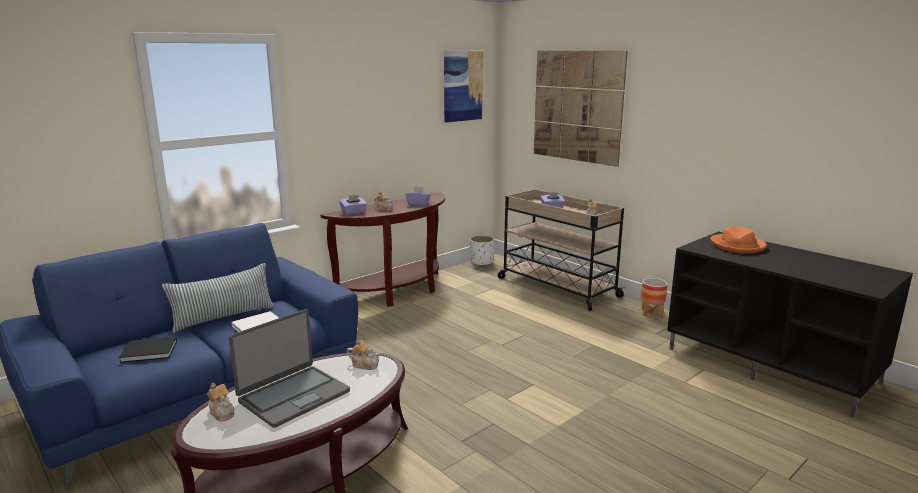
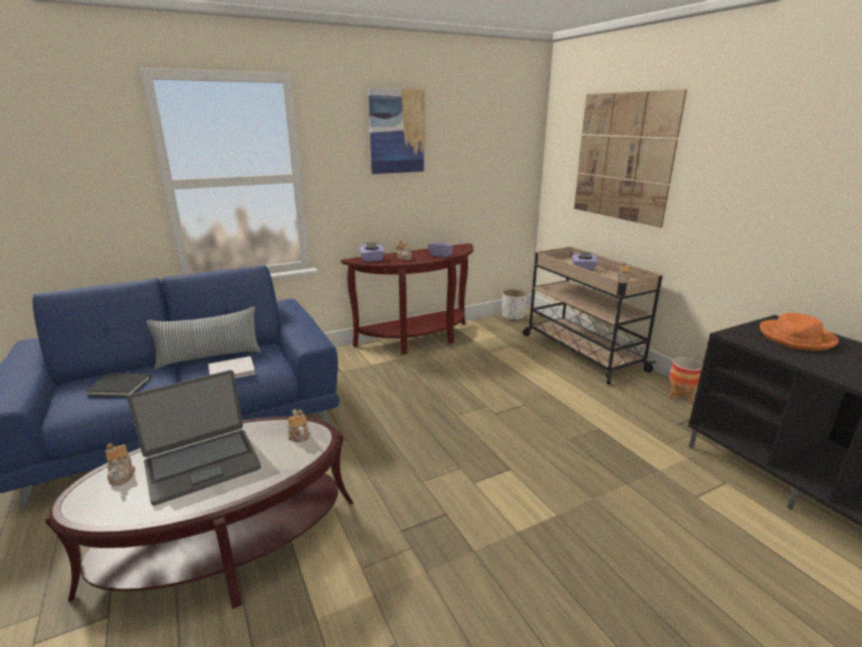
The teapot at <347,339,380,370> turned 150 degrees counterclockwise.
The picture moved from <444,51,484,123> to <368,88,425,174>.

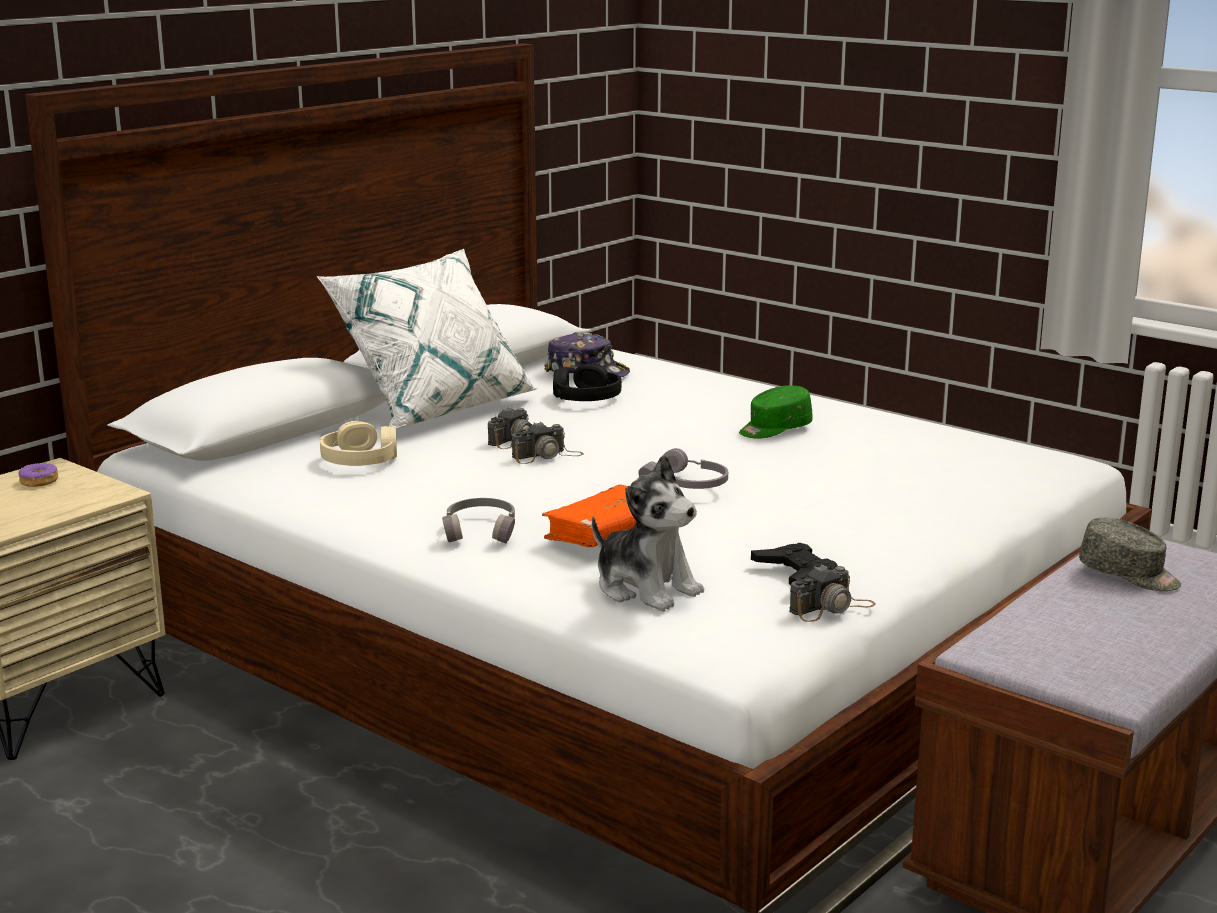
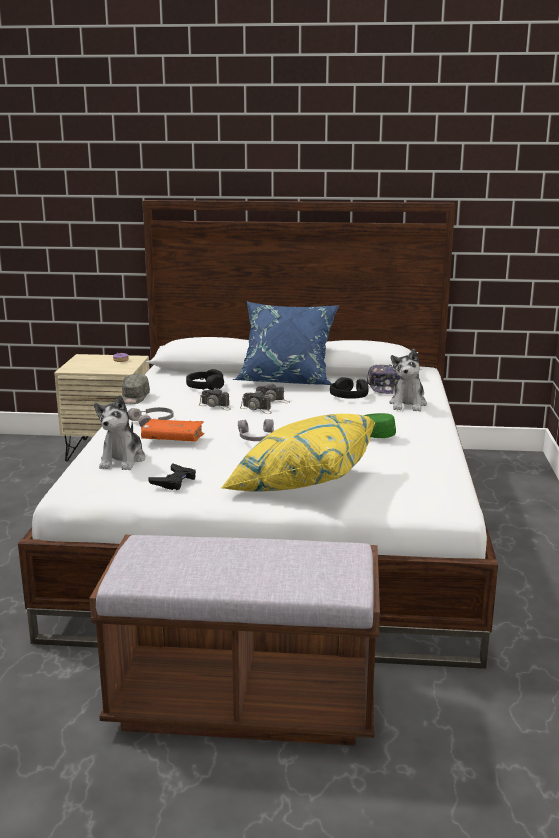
The throw pillow in whitish at <317,249,537,430> became the throw pillow in blue at <233,301,339,385>.
The headset in sand-coloured at <320,421,397,466> became the headset in black-coloured at <186,369,224,390>.
The still camera moved from <789,565,876,622> to <199,388,231,410>.
The cap in gray moved from <1079,517,1181,591> to <122,374,150,404>.
The throw pillow in yellow-coloured at <221,414,375,492> appeared.
The plush toy at <389,349,427,412> appeared.

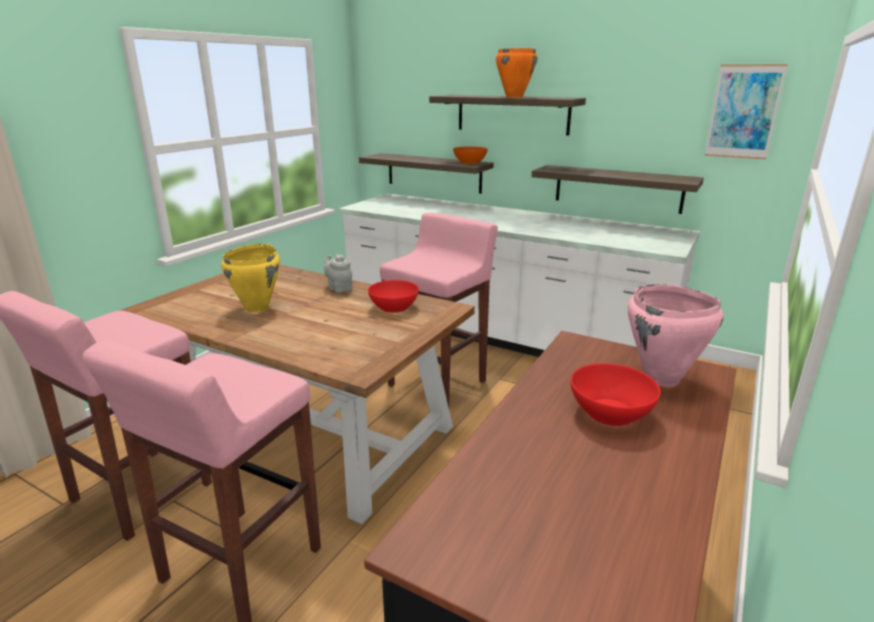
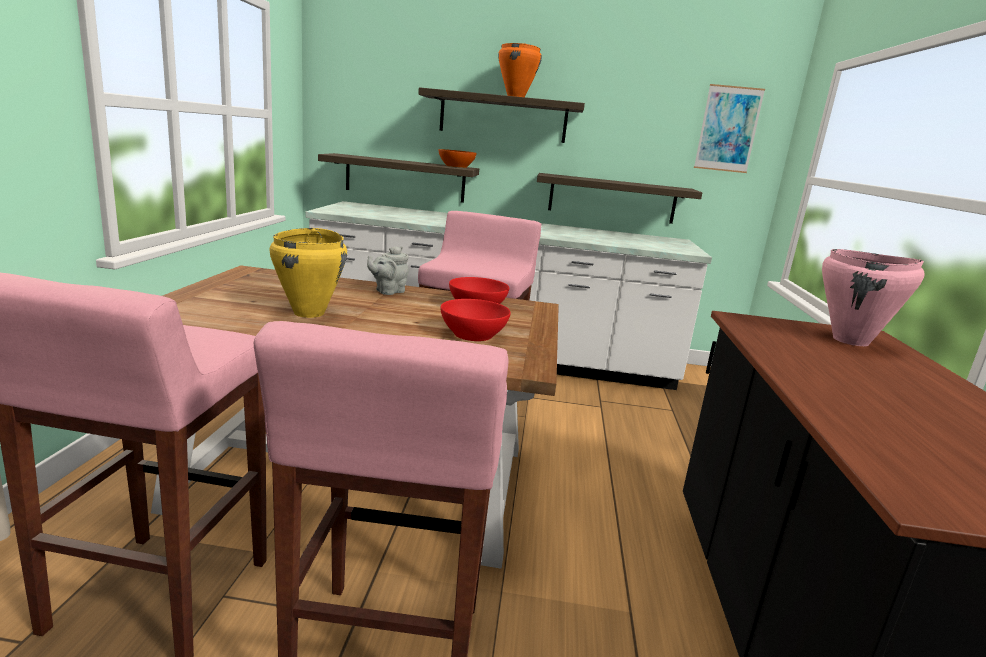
The teapot in gray at <324,254,353,293> turned 75 degrees counterclockwise.
The serving bowl in red moved from <571,363,660,426> to <441,299,511,341>.

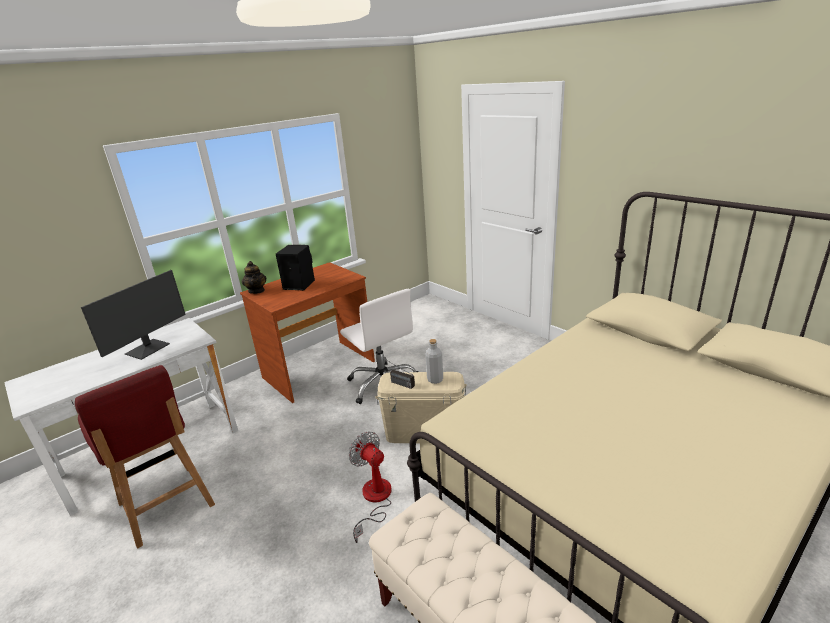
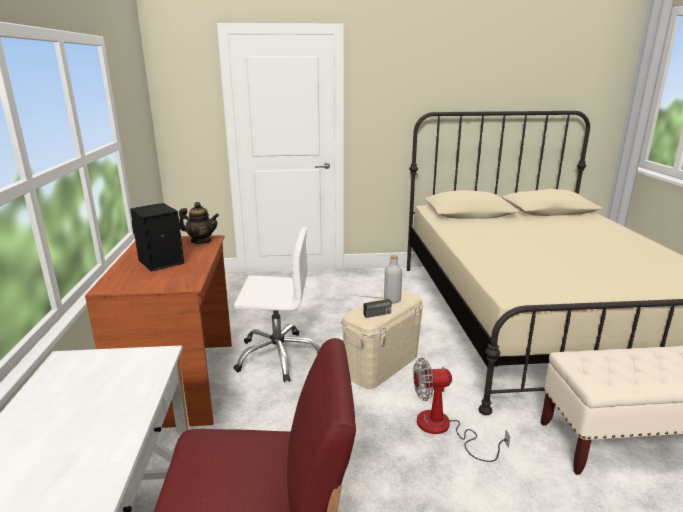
The monitor at <81,270,186,360> disappeared.
The teapot moved from <242,261,267,294> to <179,202,219,244>.

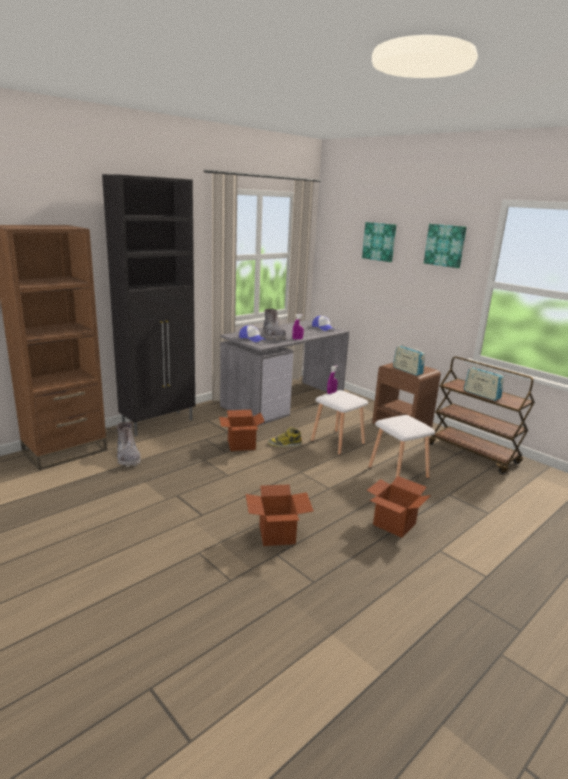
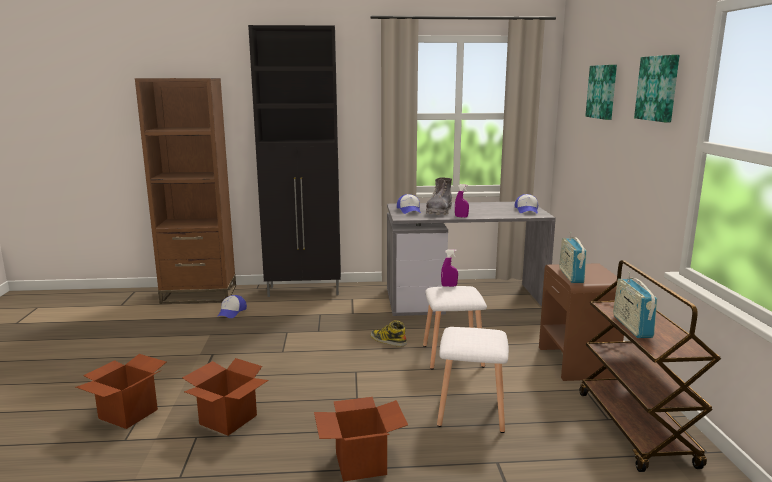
The high-top boot in gray at <117,422,141,467> was replaced by the cap at <217,295,247,318>.
The cardboard box moved from <219,410,265,451> to <76,354,166,429>.

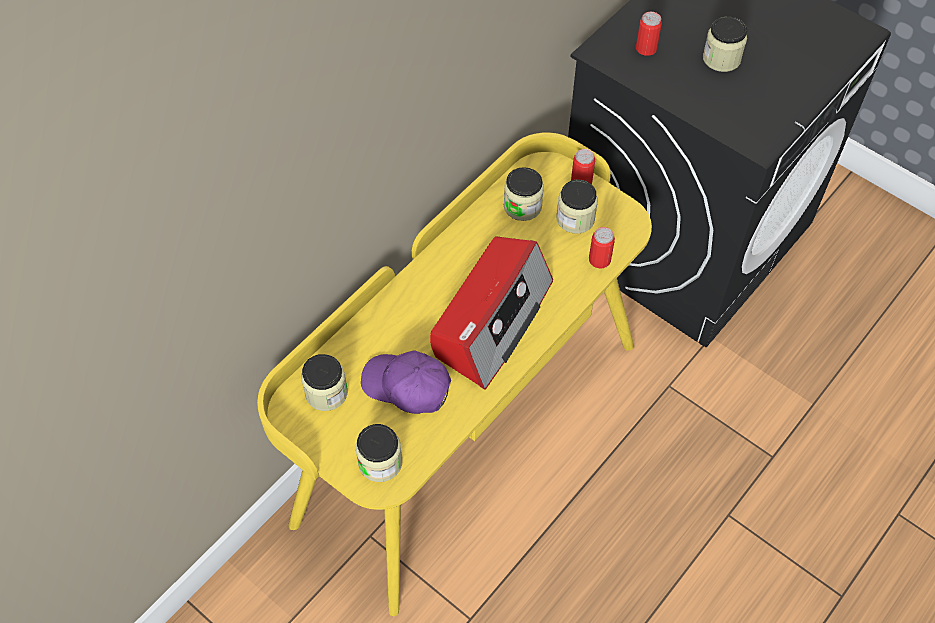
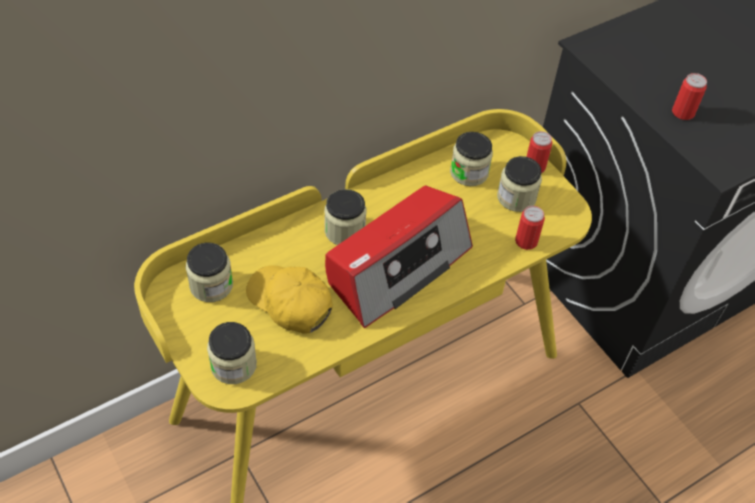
The cap in purple at <361,350,451,414> became the cap in yellow-coloured at <246,265,333,334>.
The metal can moved from <636,12,662,56> to <672,73,707,120>.
The storage jar moved from <703,17,747,72> to <324,189,367,245>.

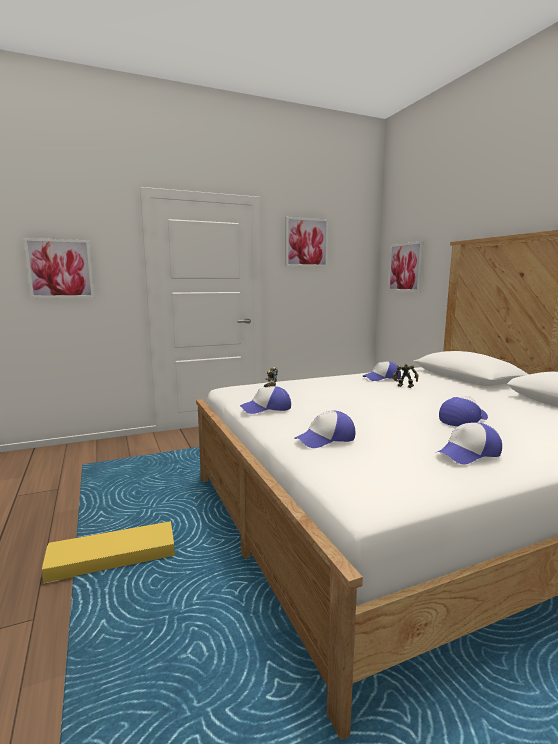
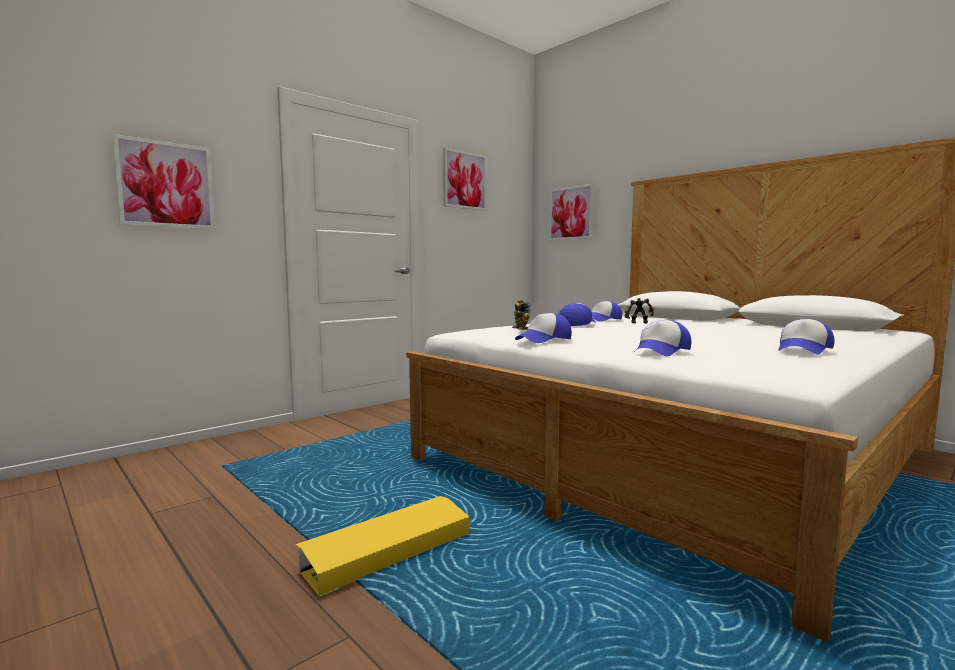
The cap moved from <439,396,488,426> to <559,303,596,326>.

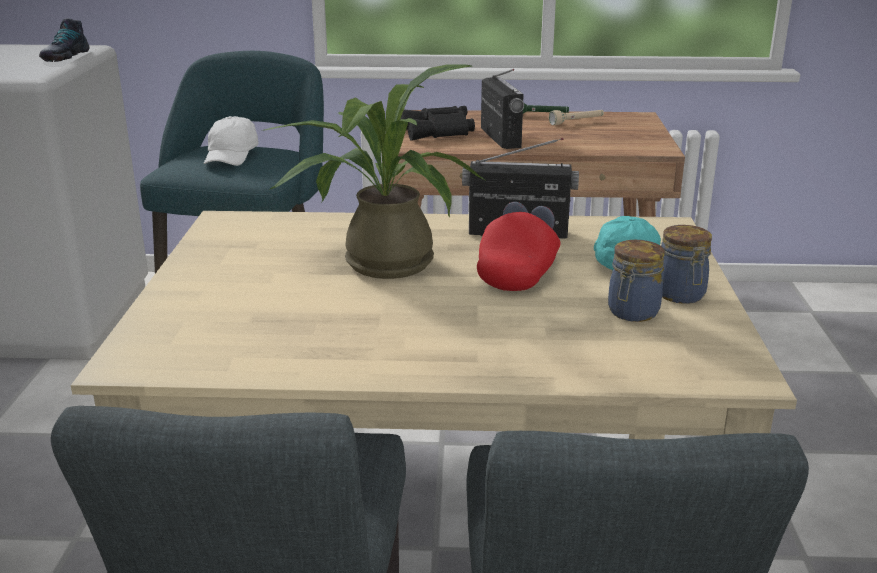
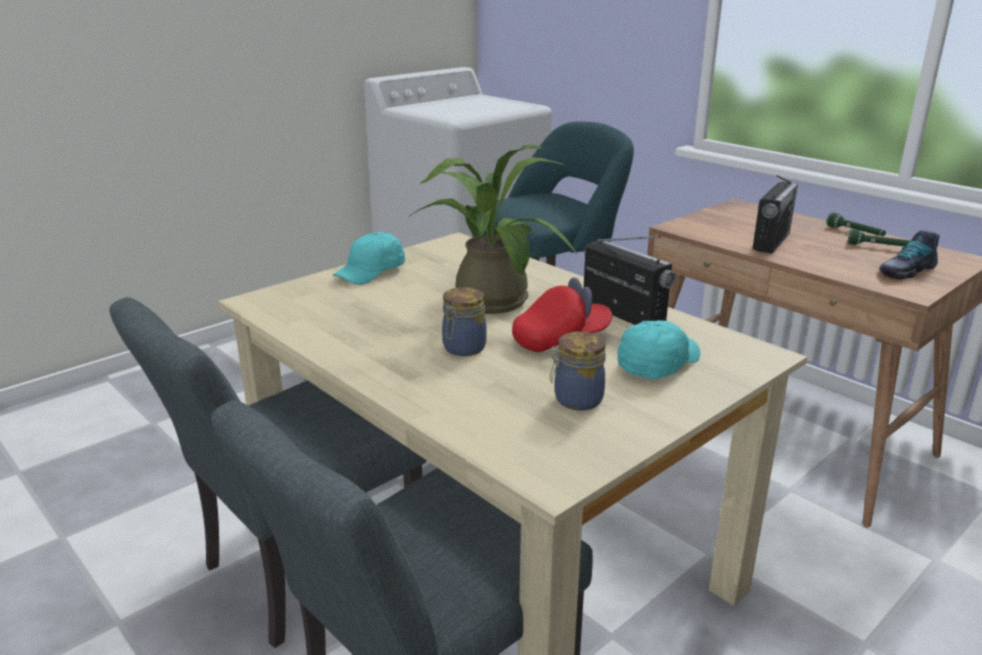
The shoe moved from <39,18,89,62> to <879,230,939,280>.
The cap in whitish at <204,116,259,166> disappeared.
The binoculars in black-coloured at <400,106,475,141> disappeared.
The hand torch in sand-coloured at <549,110,604,125> became the hand torch in green at <847,229,911,246>.
The storage jar moved from <661,225,712,304> to <442,287,486,356>.
The cap in blue-green at <333,232,405,285> appeared.

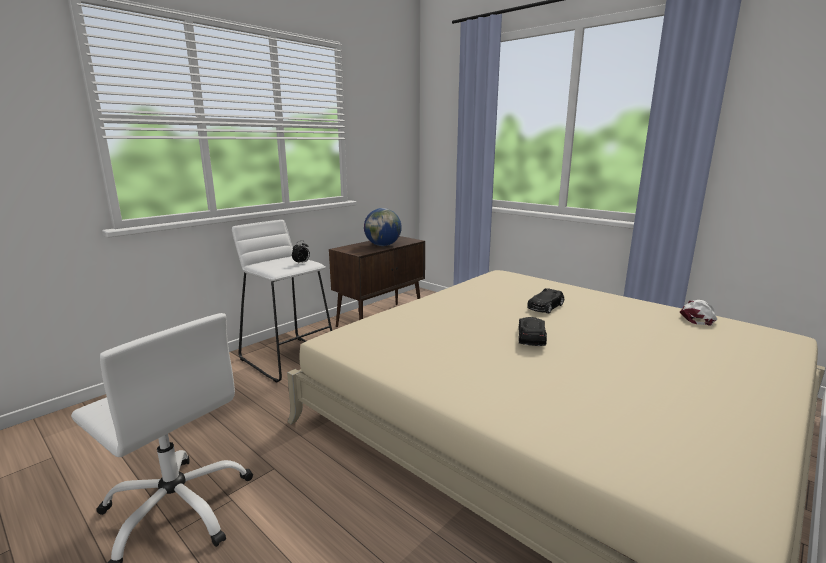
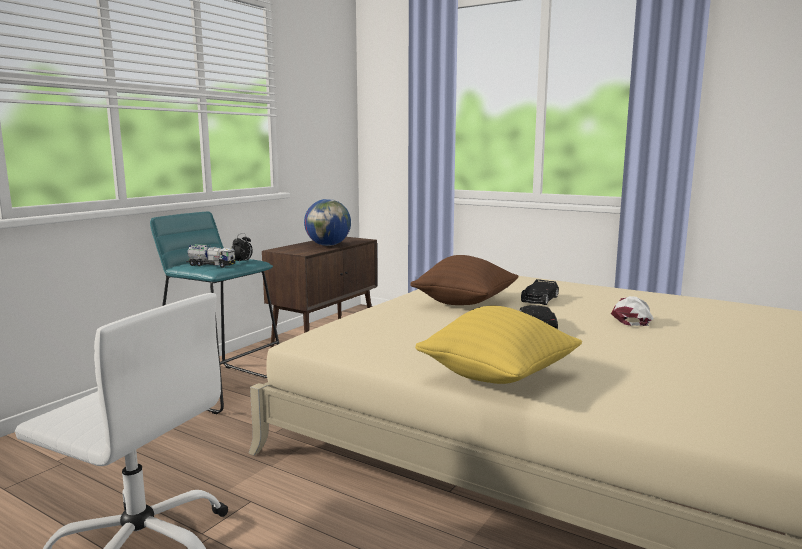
The sitting stool in whitish at <232,220,332,383> became the sitting stool in blue-green at <150,212,279,414>.
The cap in whitish moved from <680,300,717,325> to <611,296,654,326>.
The model truck at <186,244,235,268> appeared.
The throw pillow in brownish at <410,255,519,305> appeared.
The throw pillow in yellow-coloured at <415,306,582,384> appeared.

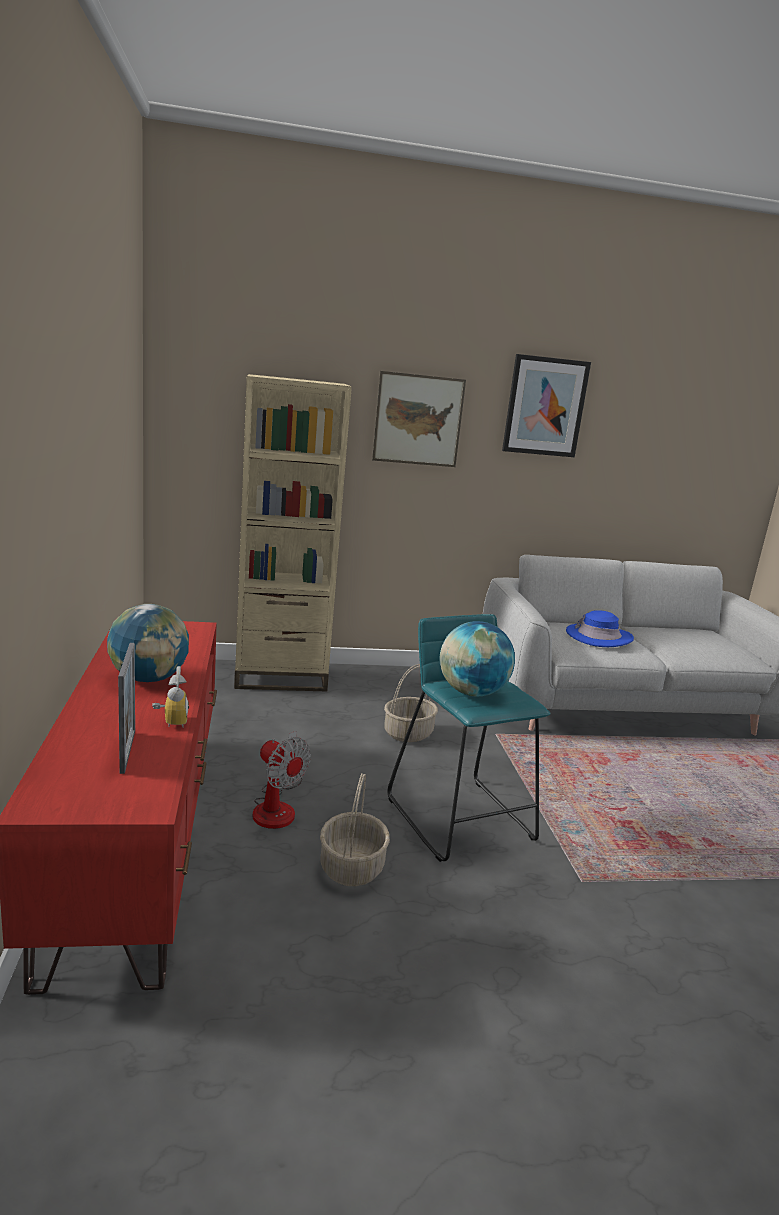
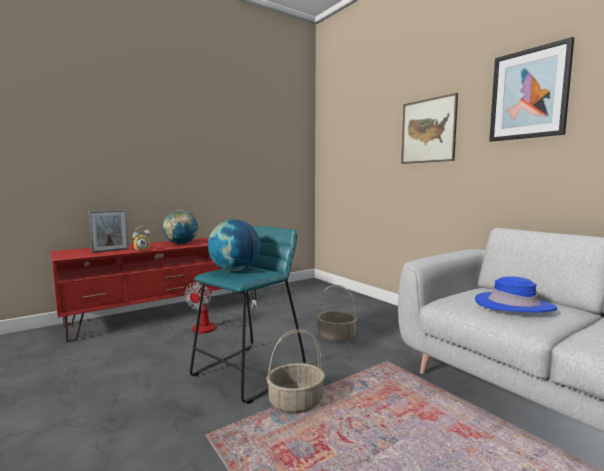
The bookshelf in sand-coloured at <234,374,352,692> disappeared.
The storage basket moved from <320,773,390,886> to <266,329,325,414>.

